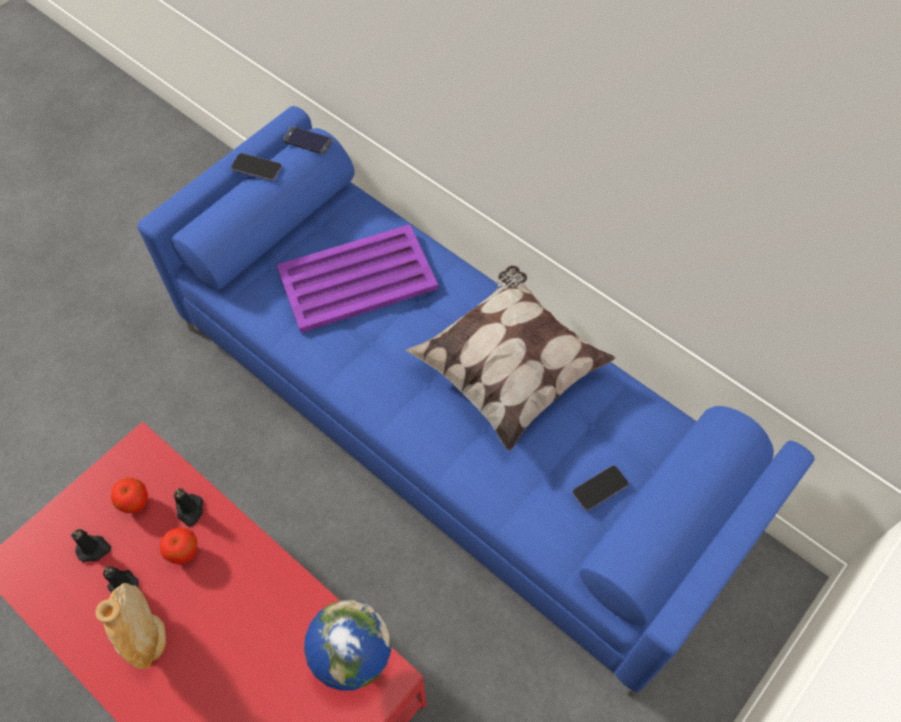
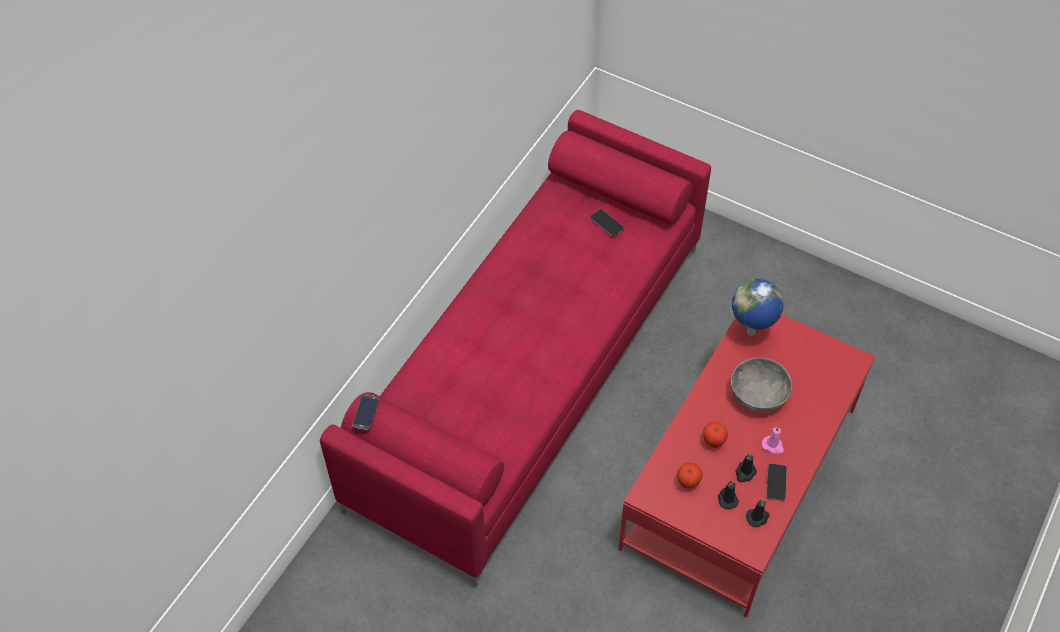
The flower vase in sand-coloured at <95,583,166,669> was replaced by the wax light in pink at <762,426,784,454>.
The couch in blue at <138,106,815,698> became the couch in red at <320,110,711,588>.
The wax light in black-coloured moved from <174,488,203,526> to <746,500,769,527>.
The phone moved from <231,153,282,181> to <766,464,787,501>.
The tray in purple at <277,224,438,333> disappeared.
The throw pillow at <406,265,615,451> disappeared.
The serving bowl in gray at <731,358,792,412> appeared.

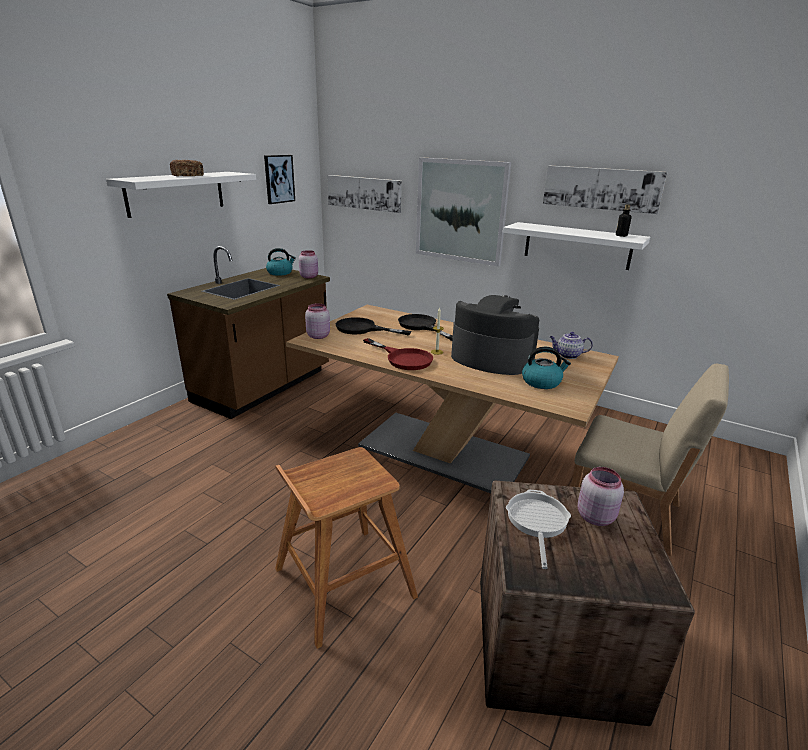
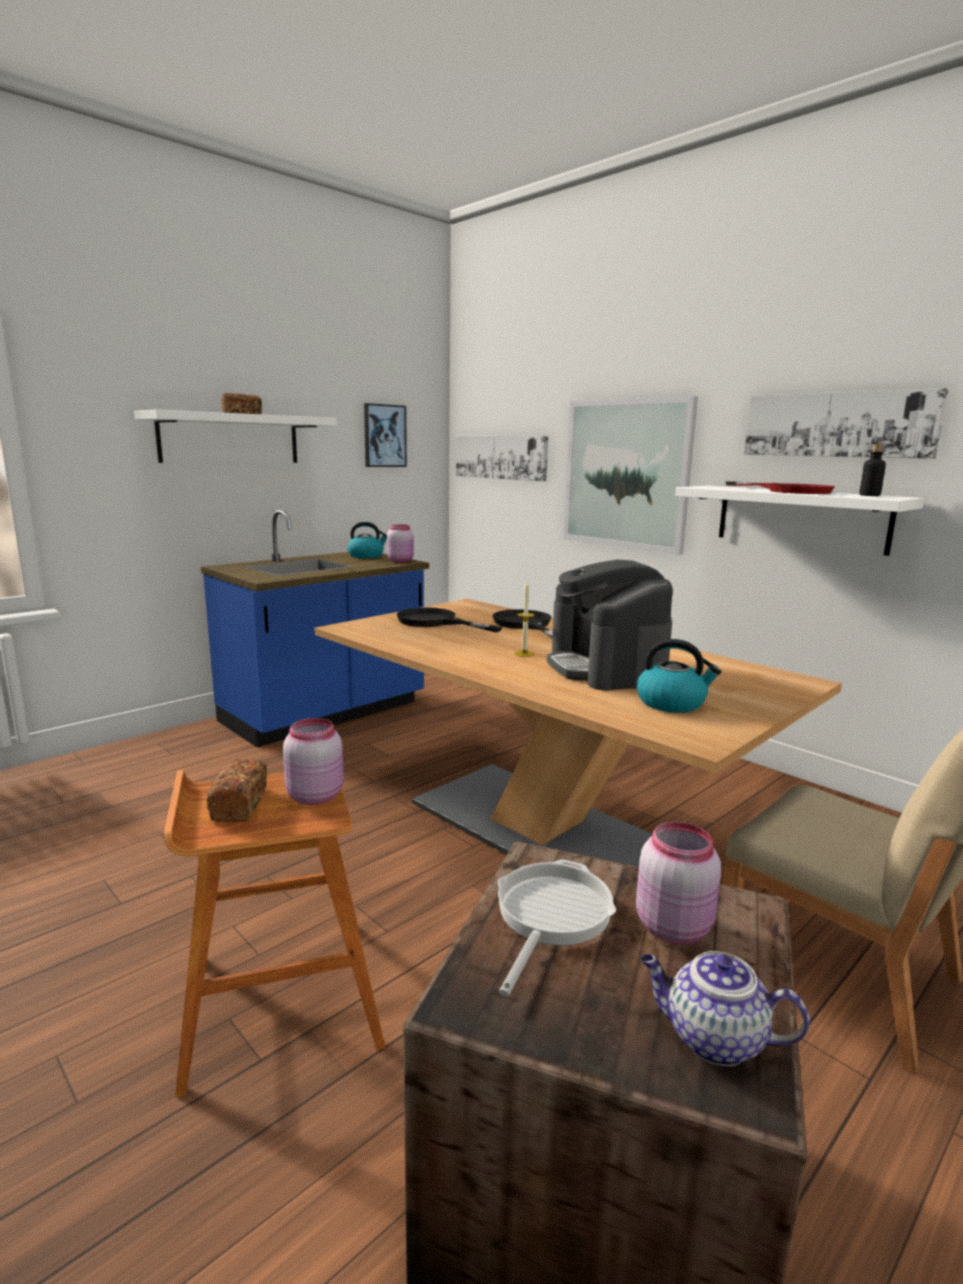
The counter in brownish at <167,246,330,419> became the counter in blue at <201,510,429,747>.
The storage jar in pink moved from <305,304,330,339> to <283,718,344,805>.
The frying pan in red moved from <363,338,433,370> to <725,481,835,494>.
The coffee machine at <451,295,539,375> turned 150 degrees counterclockwise.
The teapot moved from <550,332,593,359> to <640,951,810,1066>.
The bakery bread at <207,759,267,822> appeared.

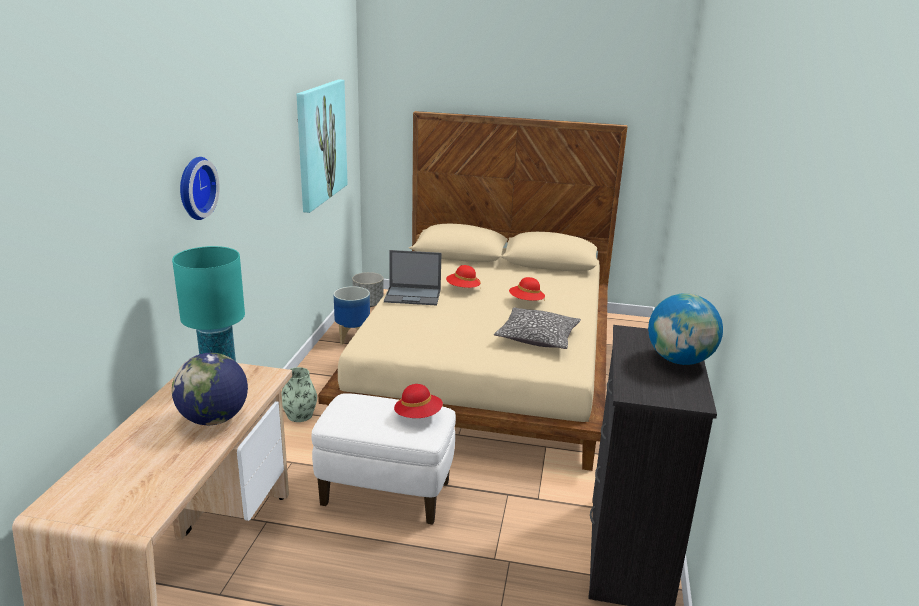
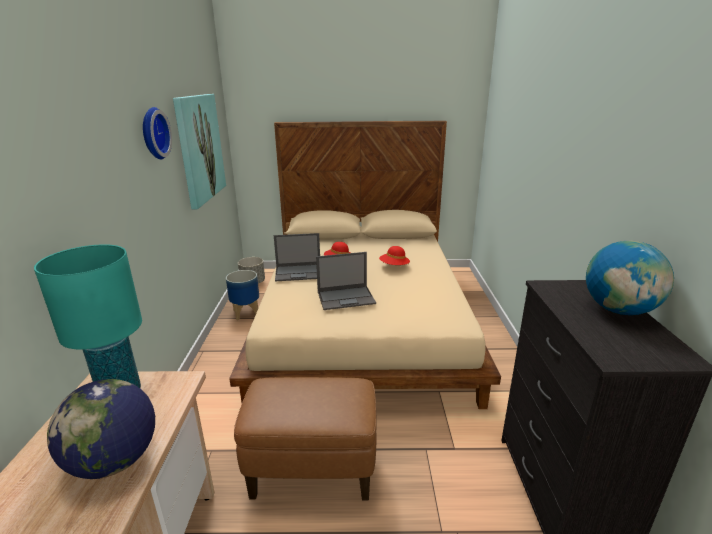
The hanging clock moved from <180,157,220,220> to <143,107,172,159>.
The flower vase at <281,367,317,422> disappeared.
The ottoman in whitish at <311,393,456,525> became the ottoman in brownish at <234,377,377,500>.
The hat in red at <394,384,443,418> disappeared.
The throw pillow at <494,307,581,349> disappeared.
The portable computer at <316,252,376,310> appeared.

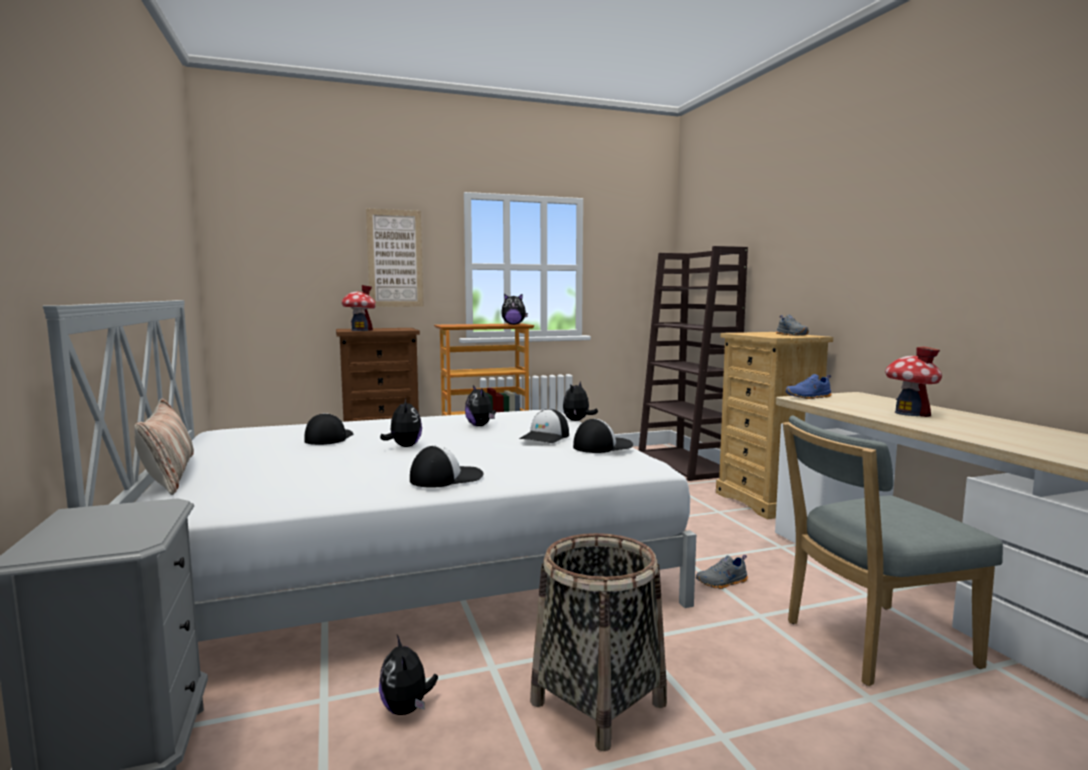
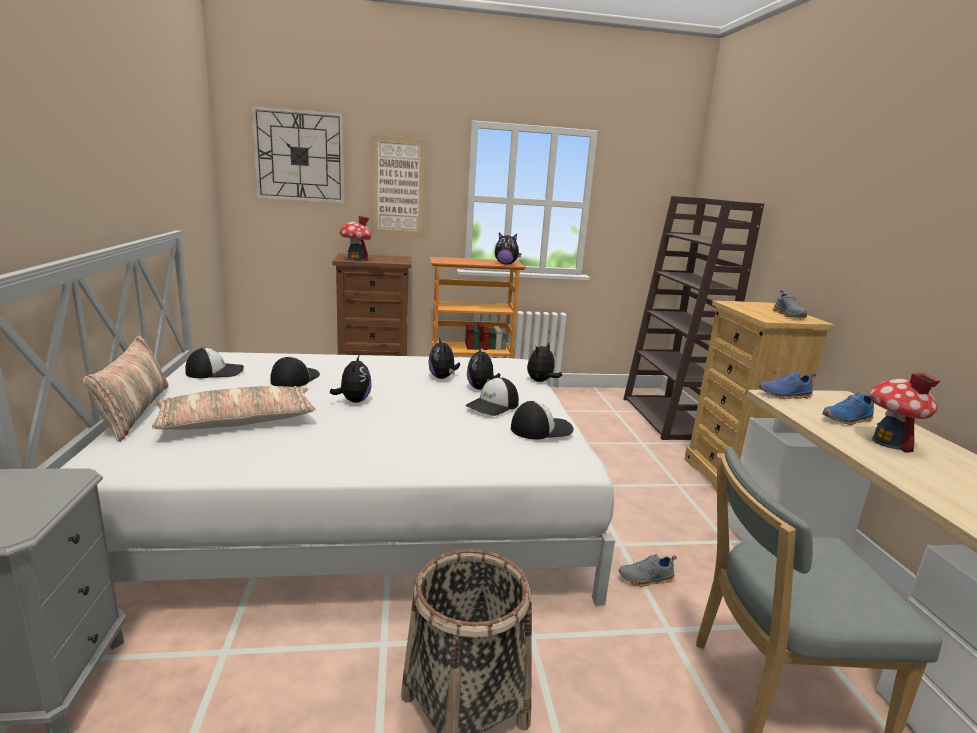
The plush toy moved from <379,635,438,715> to <467,346,500,390>.
The cap moved from <410,445,484,488> to <185,348,244,378>.
The throw pillow at <152,386,315,430> appeared.
The hanging clock at <252,106,344,203> appeared.
The shoe in blue at <822,392,874,425> appeared.

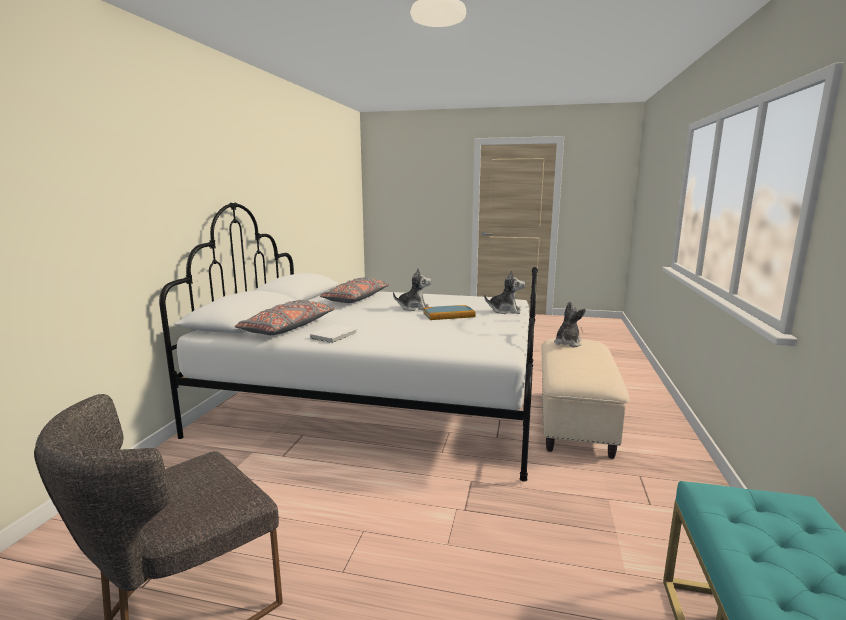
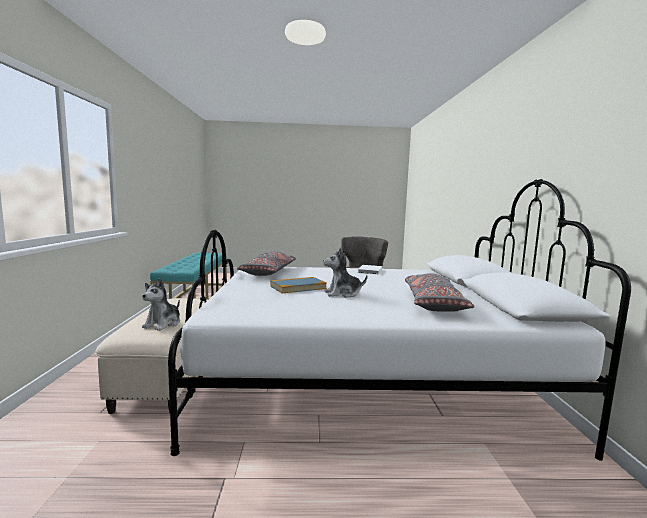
The throw pillow in gray moved from <234,300,335,335> to <237,251,296,276>.
The plush toy at <484,270,525,314> disappeared.

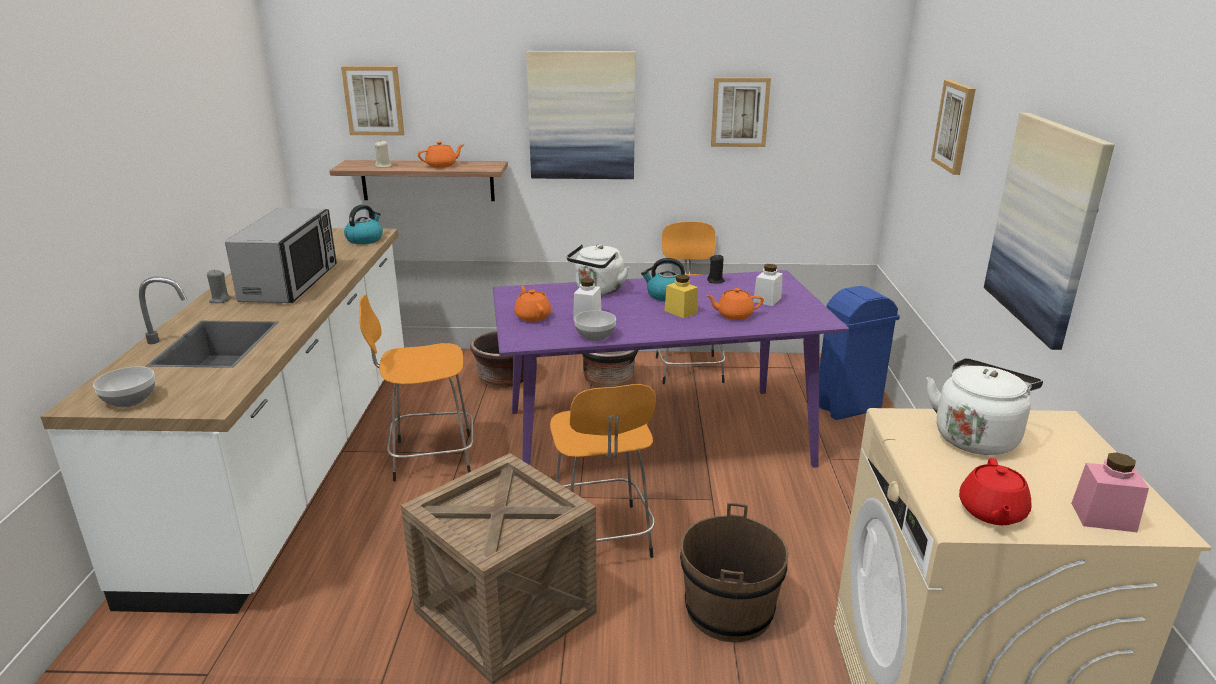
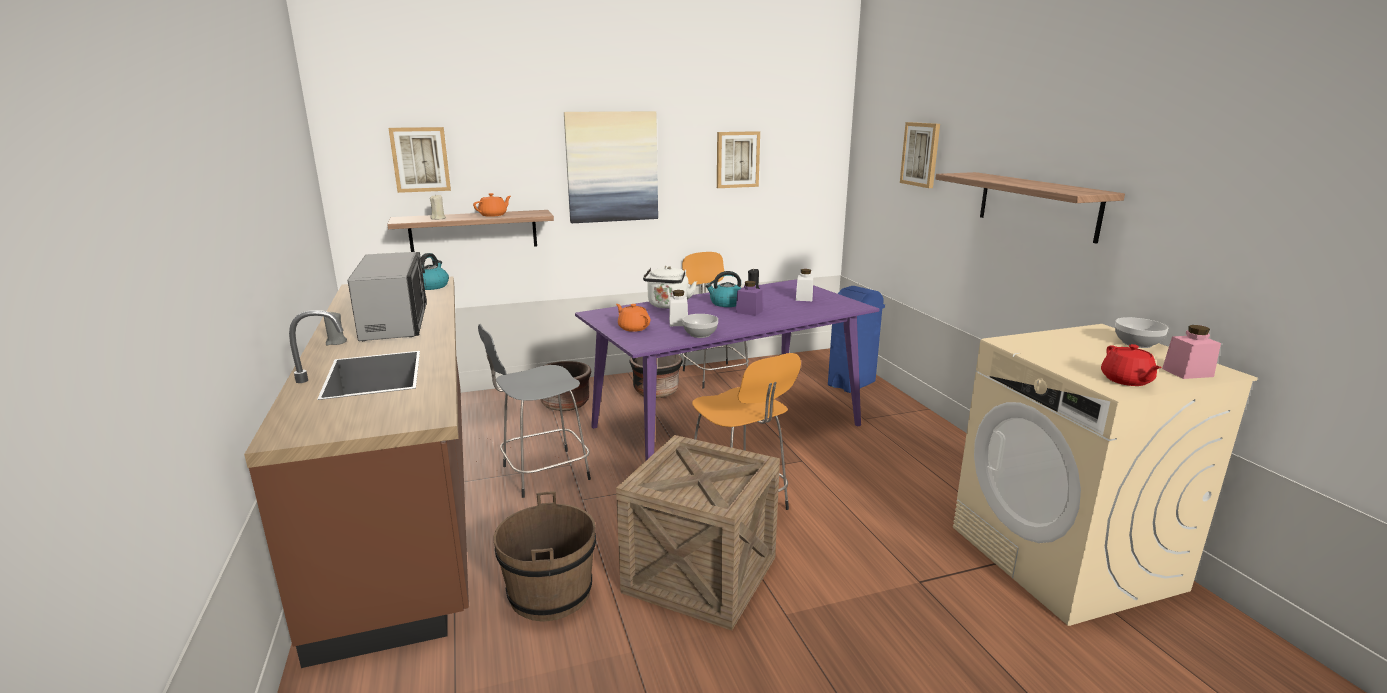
The counter in whitish at <41,228,404,614> became the counter in brownish at <244,277,469,668>.
The serving bowl moved from <93,366,155,408> to <1115,317,1168,348>.
The sitting stool in orange-coloured at <359,294,474,482> became the sitting stool in gray at <478,324,591,498>.
The storage jar in yellow-coloured at <664,274,698,318> became the storage jar in purple at <736,281,763,316>.
The bucket in brownish moved from <680,503,789,642> to <494,491,596,622>.
The teapot in orange-coloured at <706,288,764,320> disappeared.
The tea kettle in whitish at <926,358,1043,455> disappeared.
The picture at <984,113,1115,350> was replaced by the wall shelf at <935,172,1125,244>.

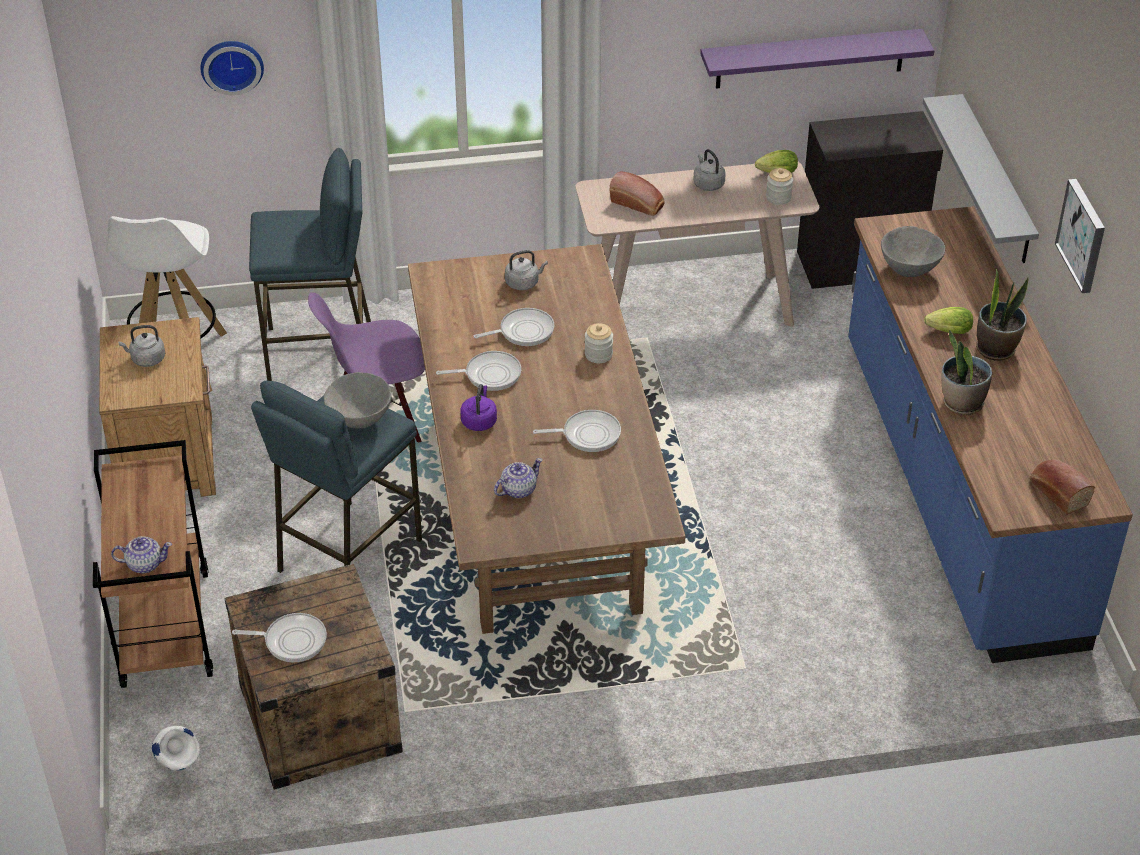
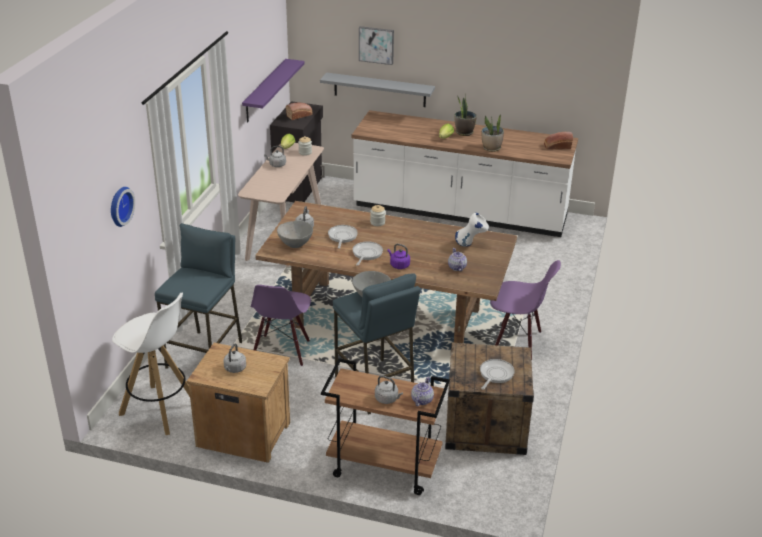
The flower vase in whitish moved from <152,726,200,771> to <455,213,489,247>.
The frying pan at <533,410,621,452> disappeared.
The bakery bread moved from <609,172,665,216> to <286,102,313,120>.
The counter in blue at <848,206,1133,663> became the counter in whitish at <352,110,578,237>.
The serving bowl in gray moved from <881,226,945,277> to <277,221,313,248>.
The picture moved from <1055,179,1105,293> to <359,26,394,65>.
The tea kettle in gray at <375,375,403,404> appeared.
The plain chair in purple at <490,260,561,360> appeared.

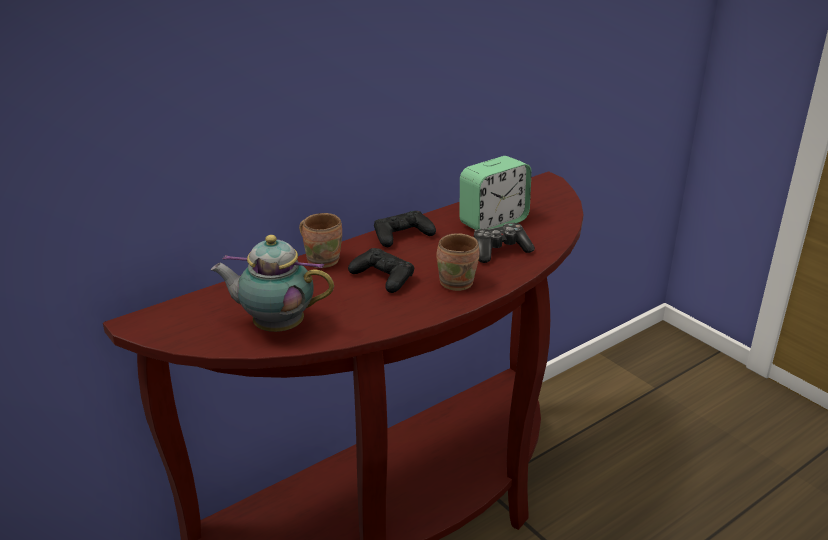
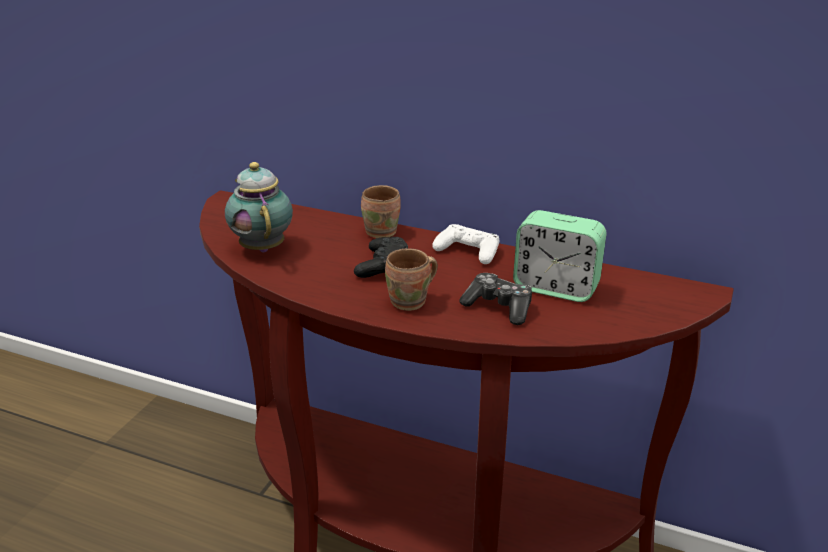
The joypad in black-coloured at <374,211,436,247> became the joypad in whitish at <432,224,499,264>.

